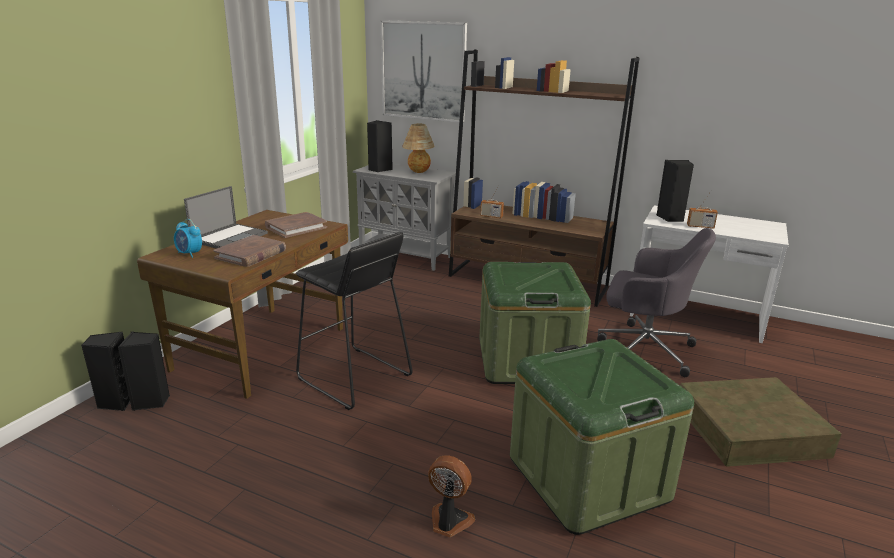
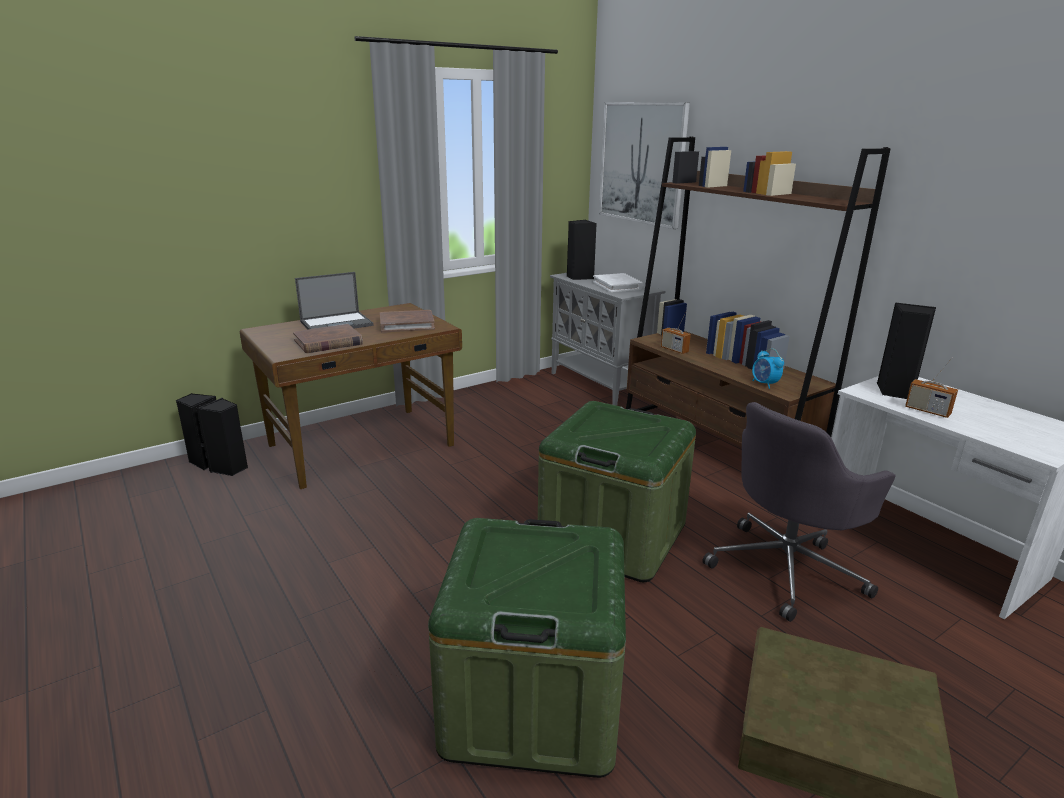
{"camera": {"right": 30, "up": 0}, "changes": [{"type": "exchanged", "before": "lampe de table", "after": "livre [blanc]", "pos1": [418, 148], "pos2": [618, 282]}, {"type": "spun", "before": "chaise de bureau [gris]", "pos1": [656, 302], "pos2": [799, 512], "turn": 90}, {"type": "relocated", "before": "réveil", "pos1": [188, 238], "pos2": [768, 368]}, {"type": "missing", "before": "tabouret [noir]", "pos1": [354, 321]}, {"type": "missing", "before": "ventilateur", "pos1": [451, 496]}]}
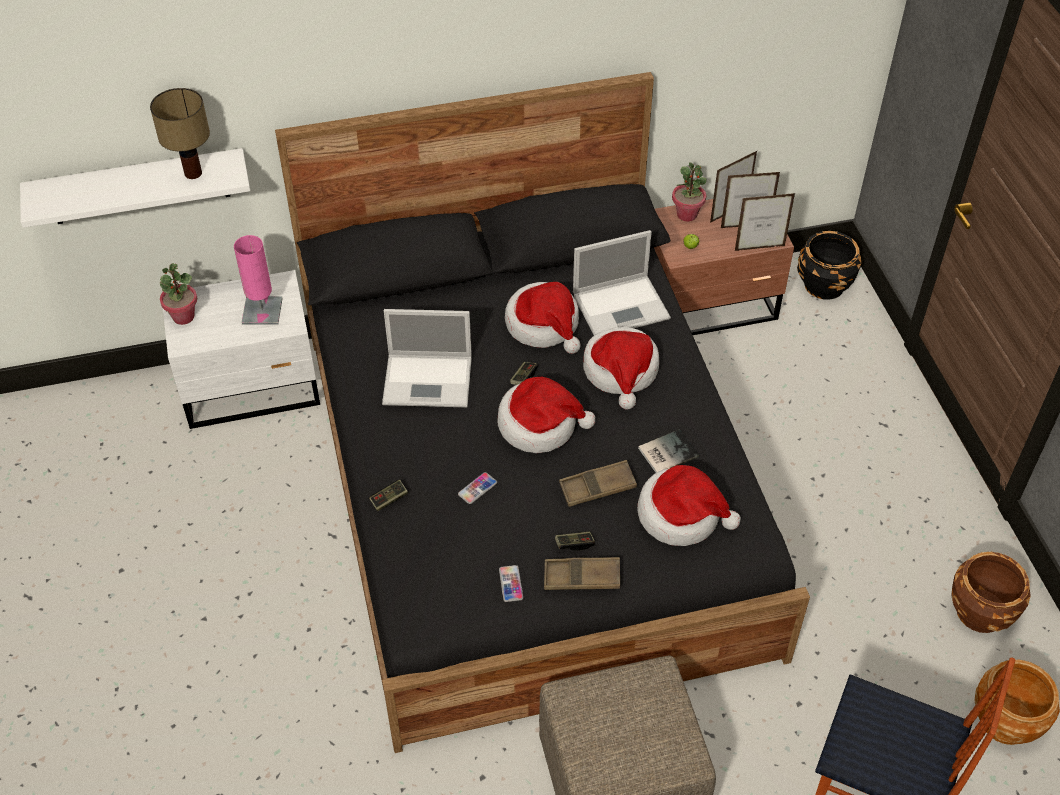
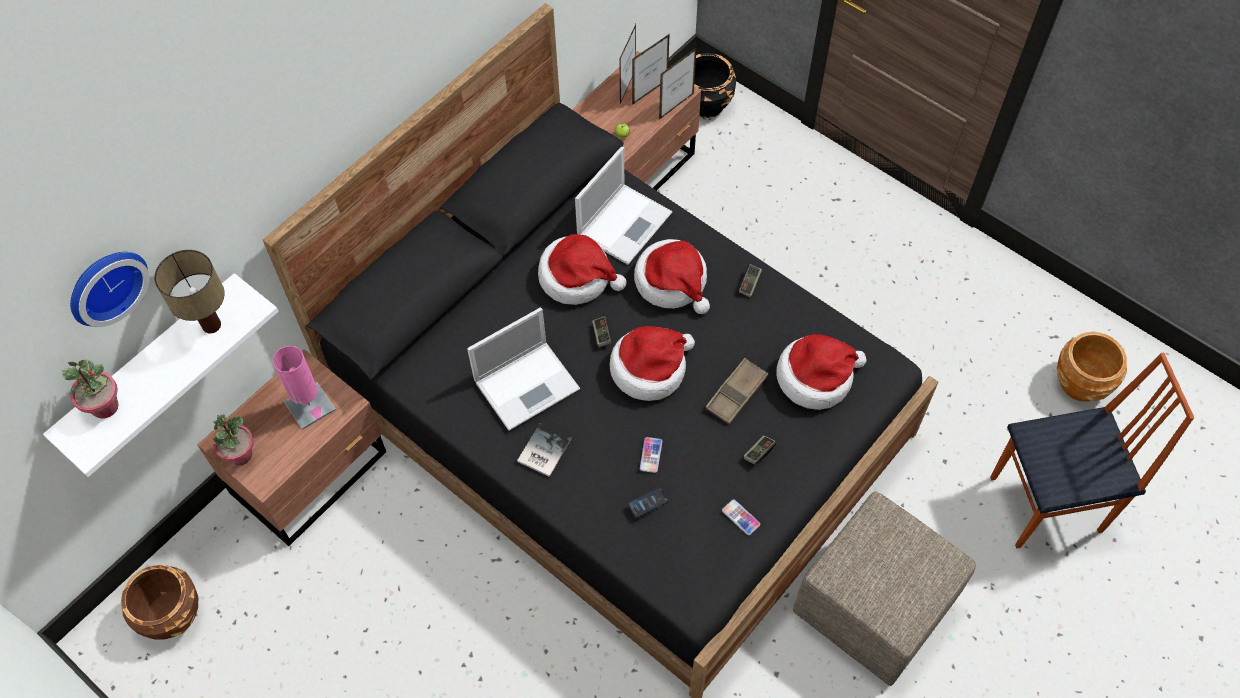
{"camera": {"right": -35, "up": 10}, "changes": [{"type": "relocated", "before": "plante en pot", "pos1": [689, 192], "pos2": [90, 389]}, {"type": "appeared", "after": "horloge murale", "pos2": [109, 289]}, {"type": "relocated", "before": "cache-pot [marron]", "pos1": [991, 592], "pos2": [159, 602]}, {"type": "colour", "before": "table de chevet [blanc]", "after": "table de chevet [marron]", "pos1": [240, 349], "pos2": [291, 447]}, {"type": "relocated", "before": "livre", "pos1": [668, 451], "pos2": [544, 450]}, {"type": "appeared", "after": "téléphone", "pos2": [648, 502]}, {"type": "relocated", "before": "manette", "pos1": [388, 495], "pos2": [750, 280]}, {"type": "missing", "before": "plateau [marron]", "pos1": [582, 573]}]}
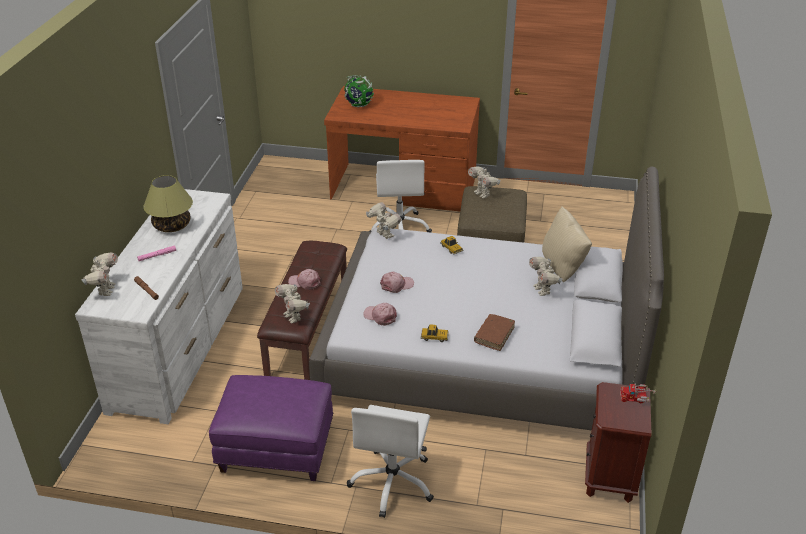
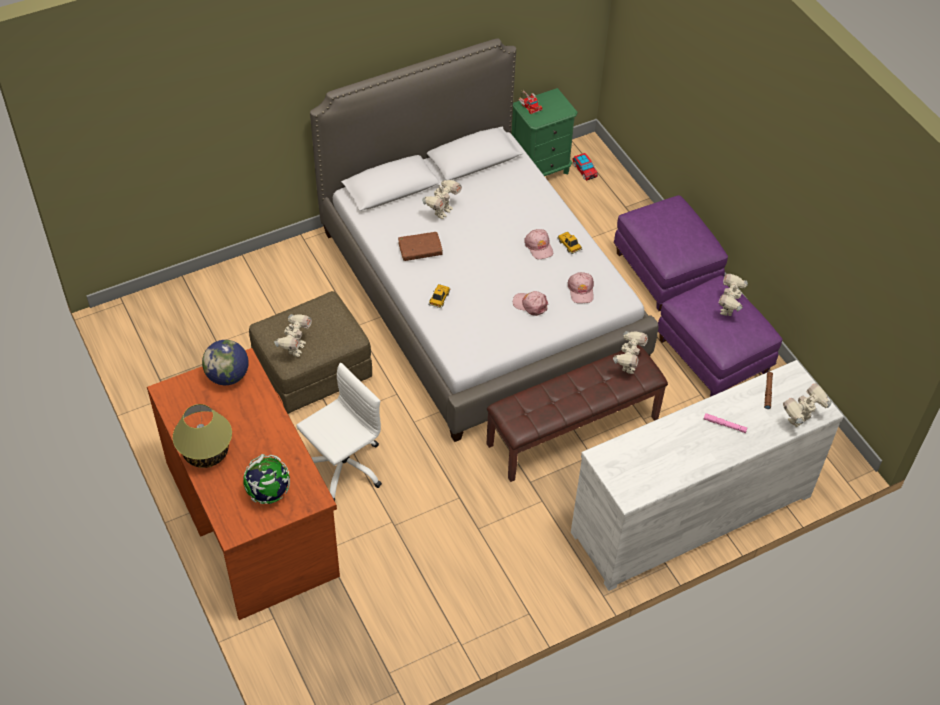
{"camera": {"right": -130, "up": 15}, "changes": [{"type": "relocated", "before": "lampe de table", "pos1": [168, 203], "pos2": [202, 436]}, {"type": "appeared", "after": "globe", "pos2": [225, 362]}, {"type": "relocated", "before": "livre [marron]", "pos1": [494, 332], "pos2": [420, 246]}, {"type": "colour", "before": "table de chevet [marron]", "after": "table de chevet [vert]", "pos1": [618, 442], "pos2": [544, 132]}, {"type": "relocated", "before": "casquette [rose]", "pos1": [304, 279], "pos2": [538, 244]}, {"type": "appeared", "after": "petite voiture", "pos2": [585, 167]}, {"type": "exchanged", "before": "chaise de bureau [blanc]", "after": "pouf [violet]", "pos1": [390, 461], "pos2": [671, 253]}, {"type": "relocated", "before": "robot jouet", "pos1": [384, 220], "pos2": [733, 295]}, {"type": "missing", "before": "coussin [beige]", "pos1": [567, 244]}]}
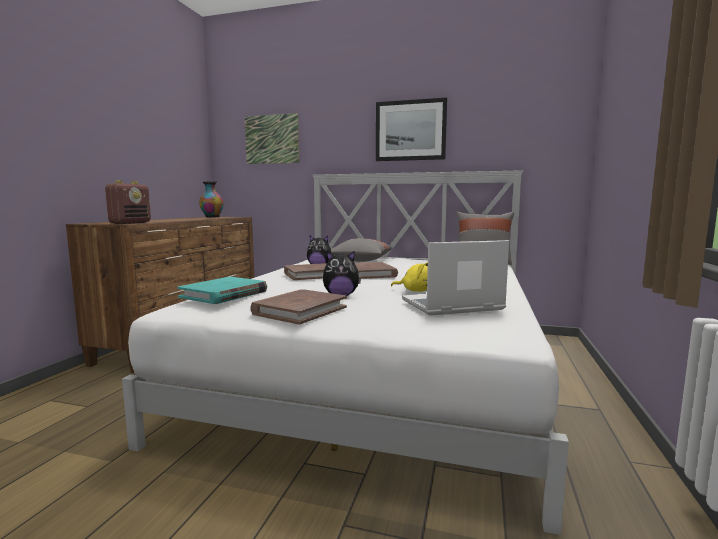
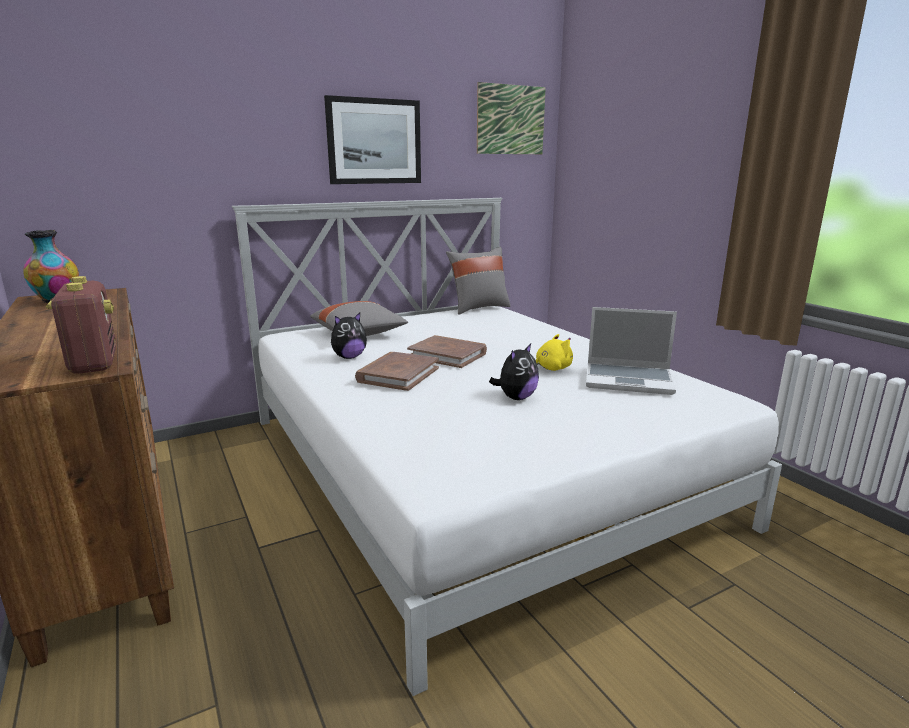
{"camera": {"right": -45, "up": 10}, "changes": [{"type": "relocated", "before": "tableau", "pos1": [272, 138], "pos2": [511, 118]}, {"type": "spun", "before": "ordinateur portable", "pos1": [455, 278], "pos2": [631, 351], "turn": -105}, {"type": "missing", "before": "livre [turquoise]", "pos1": [222, 290]}, {"type": "missing", "before": "livre [marron]", "pos1": [299, 307]}]}
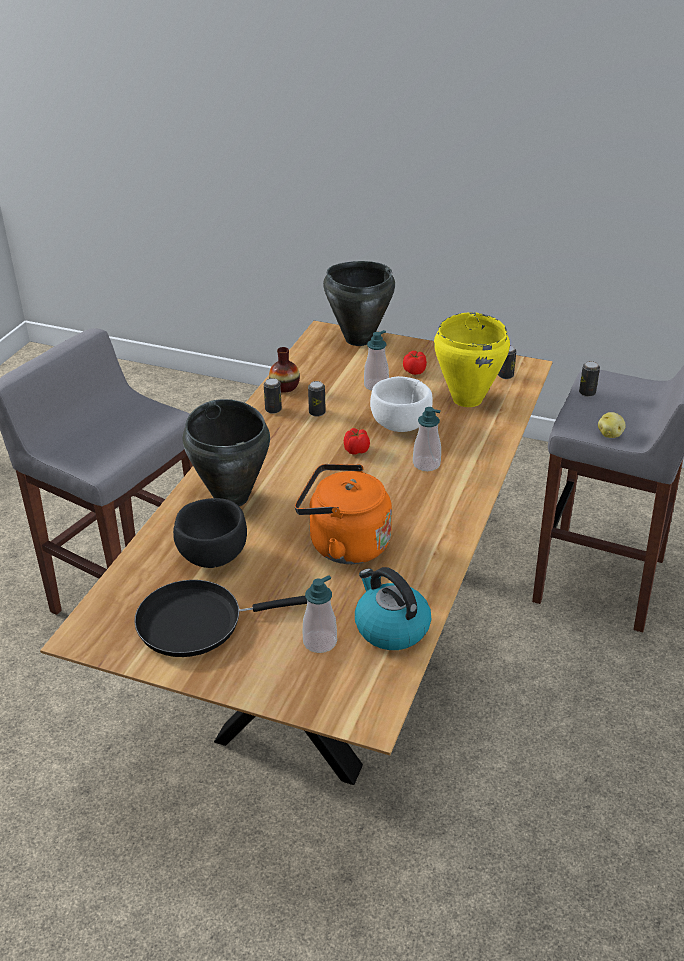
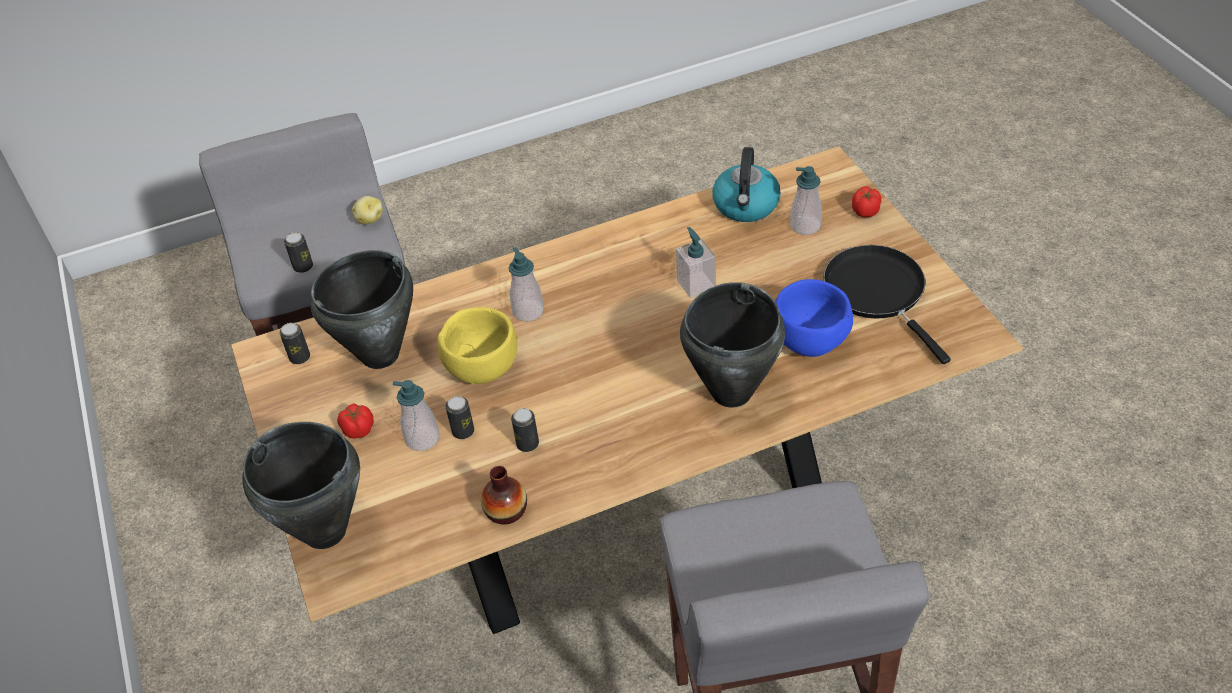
{"camera": {"right": -130, "up": 10}, "changes": [{"type": "colour", "before": "marmite [jaune]", "after": "marmite [noir]", "pos1": [472, 359], "pos2": [361, 309]}, {"type": "colour", "before": "bol [blanc]", "after": "bol [jaune]", "pos1": [401, 404], "pos2": [477, 345]}, {"type": "relocated", "before": "boîte métallique", "pos1": [273, 396], "pos2": [460, 417]}, {"type": "exchanged", "before": "bouilloire [orange]", "after": "distributeur de savon", "pos1": [343, 514], "pos2": [696, 262]}, {"type": "colour", "before": "bol [noir]", "after": "bol [bleu]", "pos1": [210, 533], "pos2": [814, 318]}, {"type": "spun", "before": "poêle [noir]", "pos1": [220, 618], "pos2": [887, 304], "turn": -150}, {"type": "relocated", "before": "tomate", "pos1": [357, 441], "pos2": [866, 201]}]}
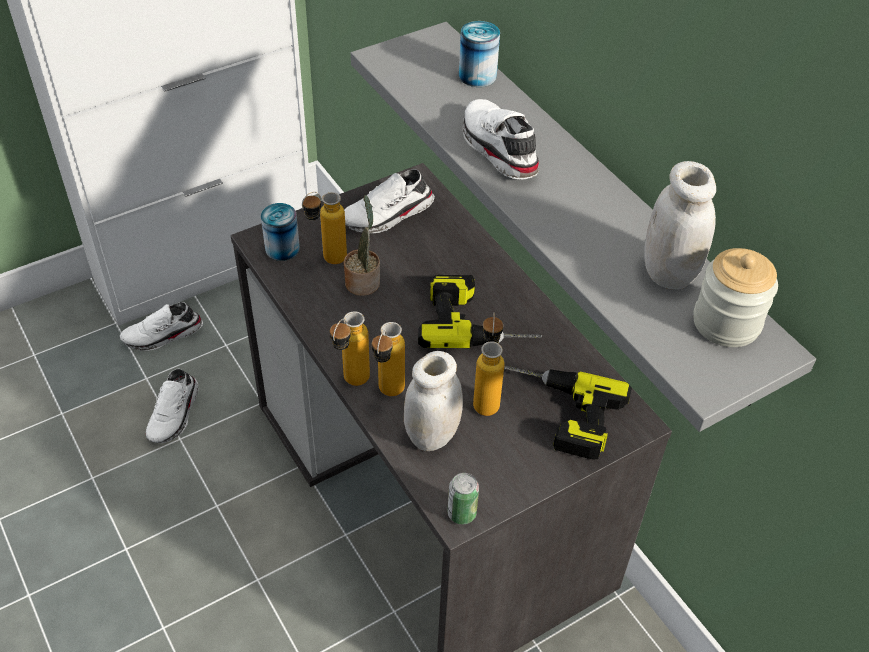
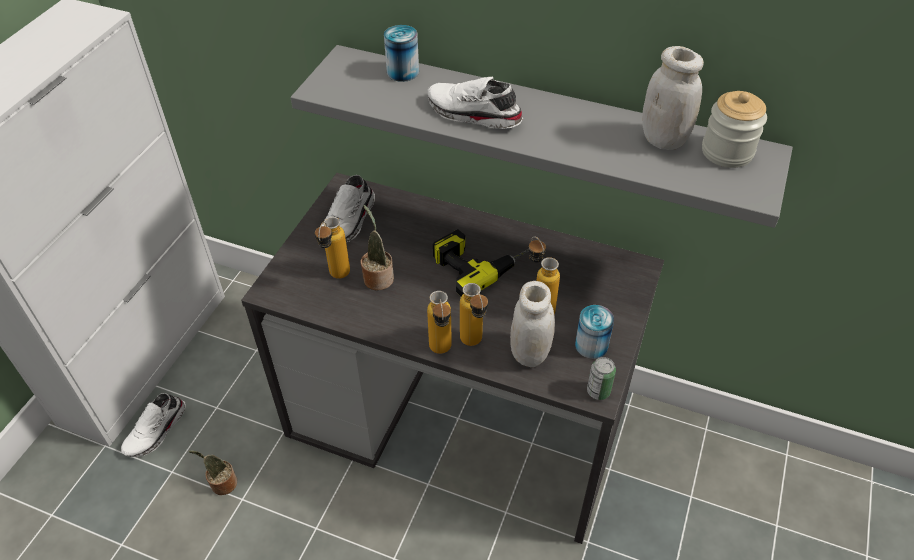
{"camera": {"right": -35, "up": 0}, "changes": [{"type": "exchanged", "before": "chaussure [blanc]", "after": "plante en pot", "pos1": [172, 406], "pos2": [213, 472]}, {"type": "relocated", "before": "boîte métallique", "pos1": [280, 232], "pos2": [594, 332]}, {"type": "missing", "before": "perceuse", "pos1": [568, 412]}]}
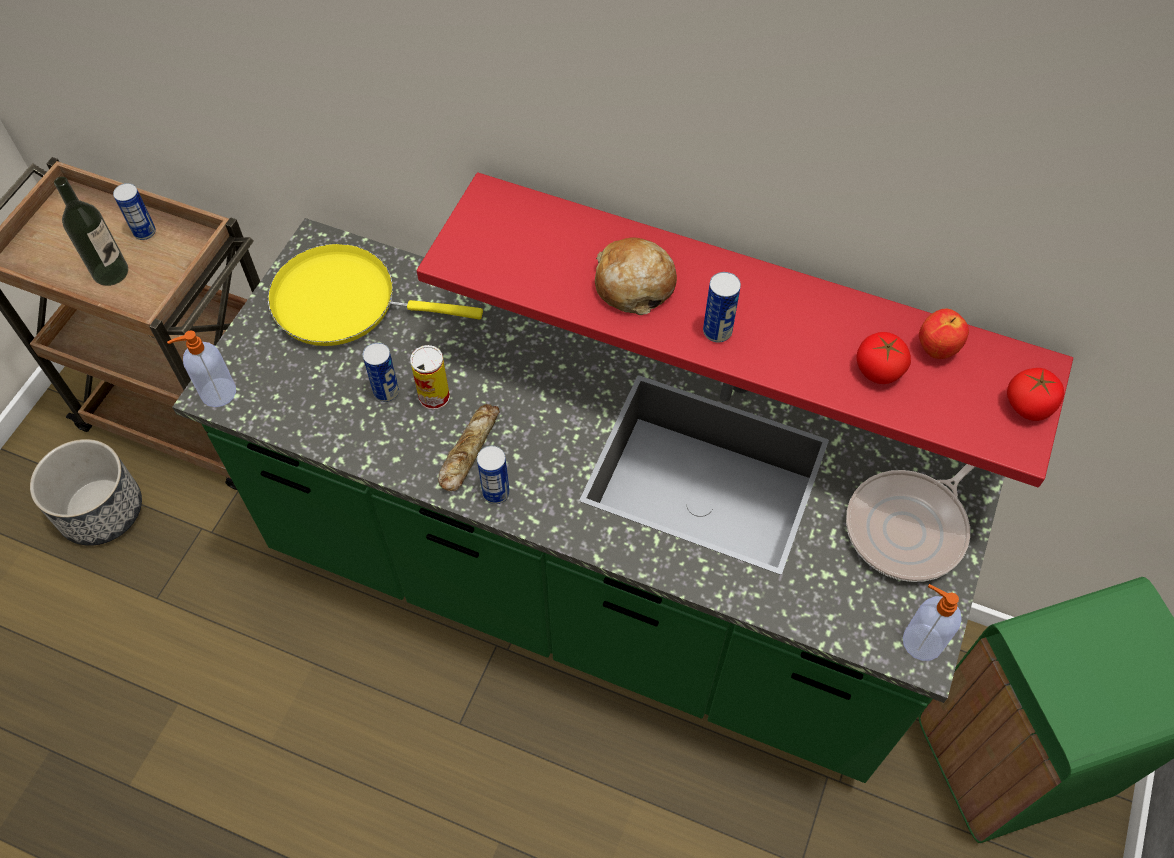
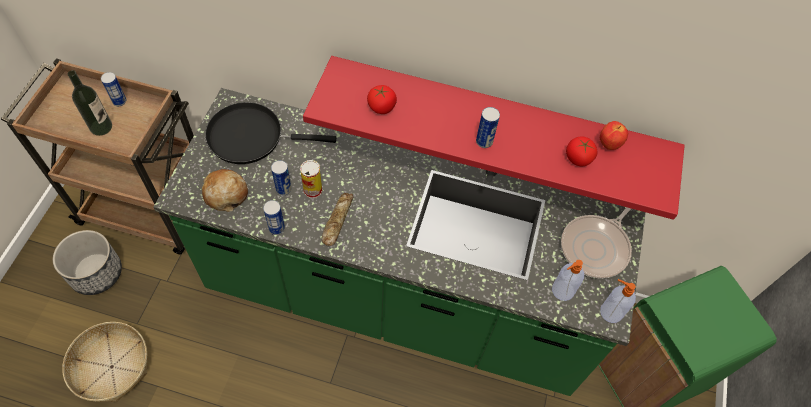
{"camera": {"right": -10, "up": 0}, "changes": [{"type": "appeared", "after": "panier", "pos2": [105, 362]}, {"type": "relocated", "before": "pain", "pos1": [636, 276], "pos2": [225, 190]}, {"type": "colour", "before": "poêle [jaune]", "after": "poêle [noir]", "pos1": [375, 294], "pos2": [270, 133]}, {"type": "relocated", "before": "boîte métallique", "pos1": [493, 475], "pos2": [274, 217]}, {"type": "relocated", "before": "tomate", "pos1": [1035, 394], "pos2": [382, 99]}, {"type": "relocated", "before": "distributeur de savon", "pos1": [201, 369], "pos2": [568, 280]}]}
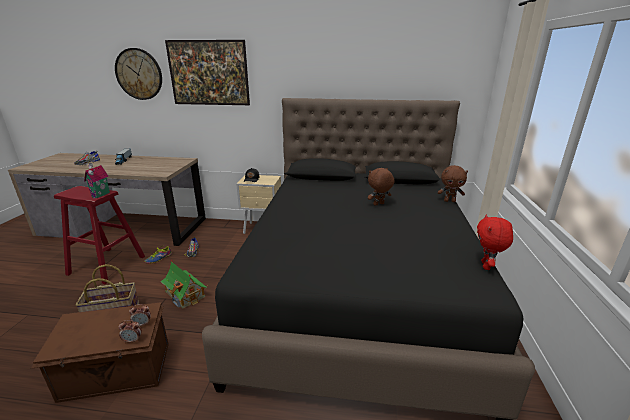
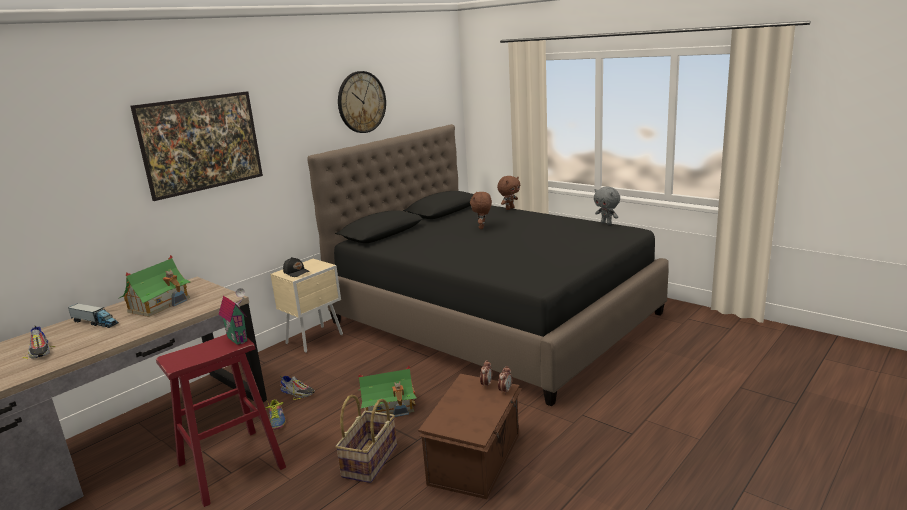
{"camera": {"right": -55, "up": -5}, "changes": [{"type": "appeared", "after": "maison miniature", "pos2": [154, 286]}, {"type": "relocated", "before": "horloge murale", "pos1": [138, 74], "pos2": [362, 102]}, {"type": "colour", "before": "peluche [rouge]", "after": "peluche [gris]", "pos1": [495, 242], "pos2": [607, 206]}]}
